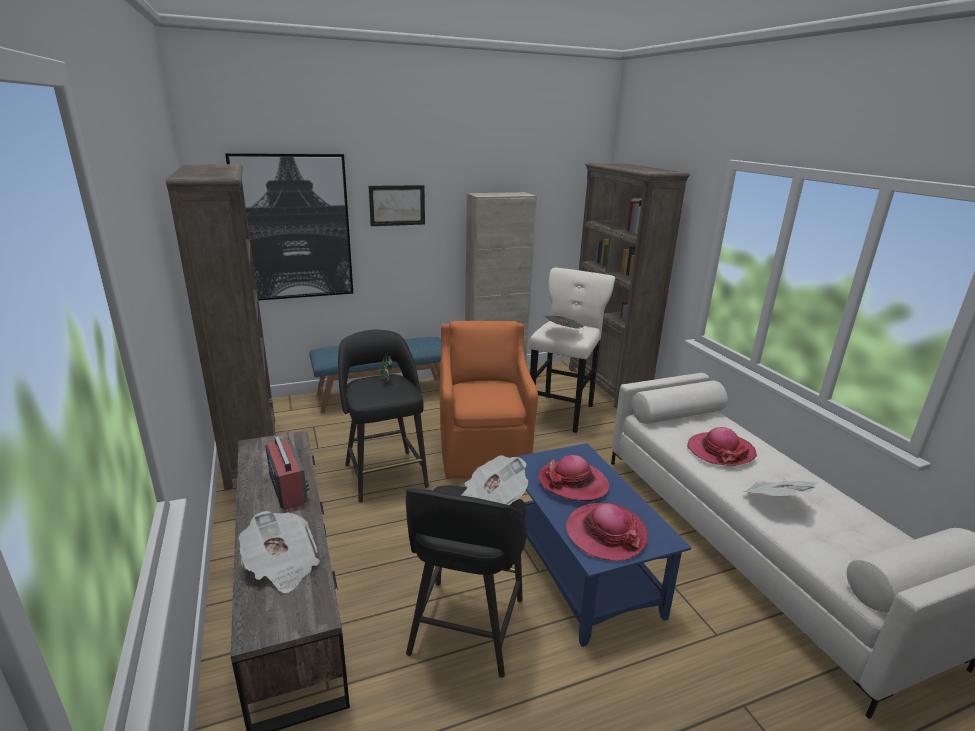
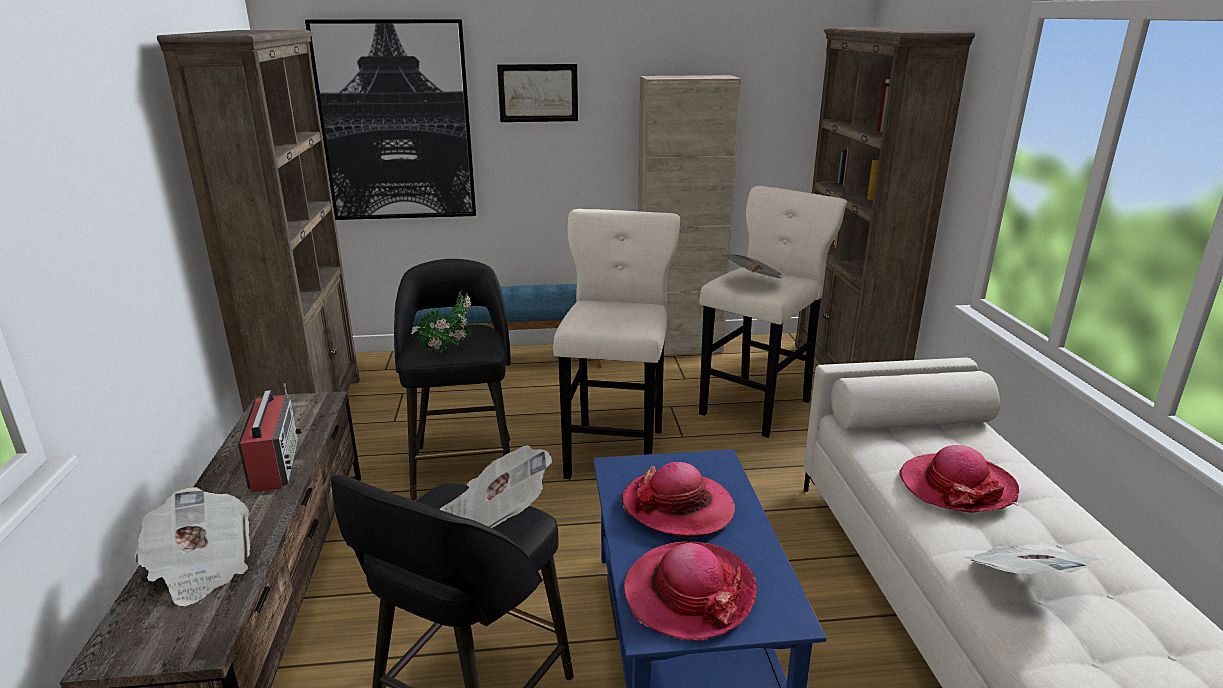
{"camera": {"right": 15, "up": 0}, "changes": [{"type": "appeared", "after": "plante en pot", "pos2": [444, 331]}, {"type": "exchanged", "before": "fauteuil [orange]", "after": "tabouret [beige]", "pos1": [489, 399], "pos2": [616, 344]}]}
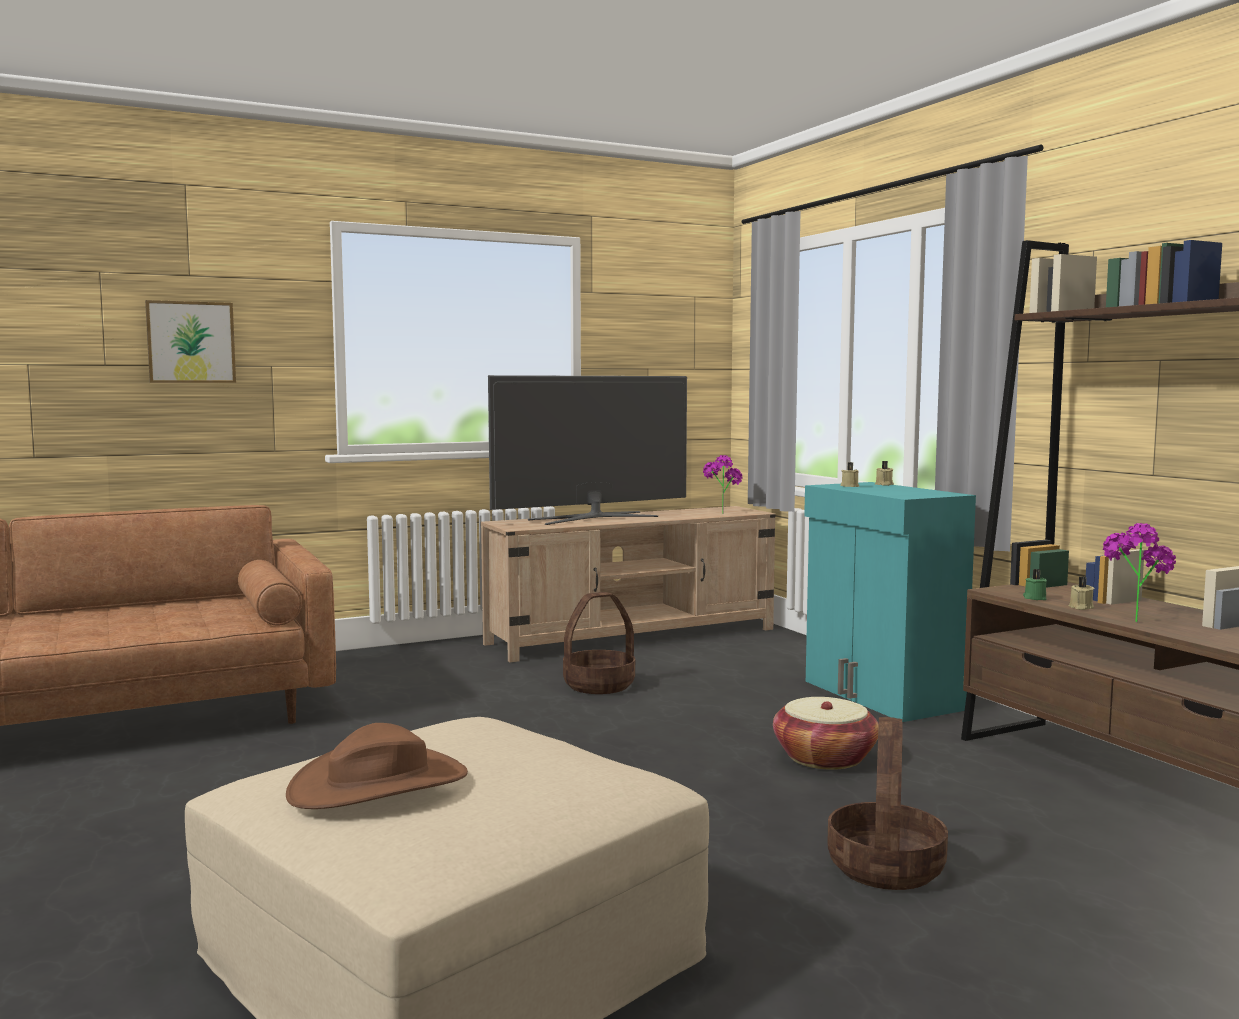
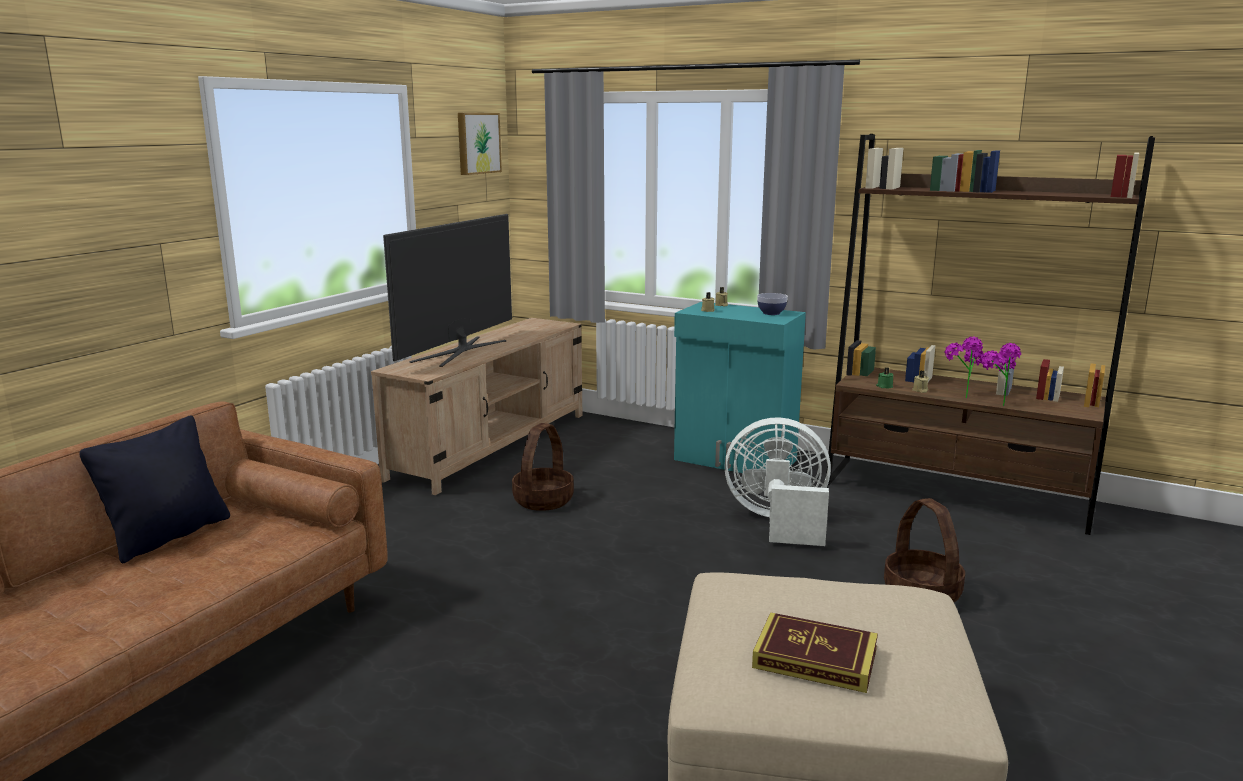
{"camera": {"right": -35, "up": 10}, "changes": [{"type": "appeared", "after": "coussin [noir]", "pos2": [154, 489]}, {"type": "relocated", "before": "tableau", "pos1": [190, 341], "pos2": [480, 144]}, {"type": "exchanged", "before": "panier", "after": "ventilateur [blanc]", "pos1": [826, 733], "pos2": [777, 481]}, {"type": "exchanged", "before": "chapeau [marron]", "after": "livre", "pos1": [377, 766], "pos2": [815, 652]}, {"type": "appeared", "after": "bol", "pos2": [772, 304]}, {"type": "relocated", "before": "plante en pot", "pos1": [723, 484], "pos2": [1001, 374]}]}
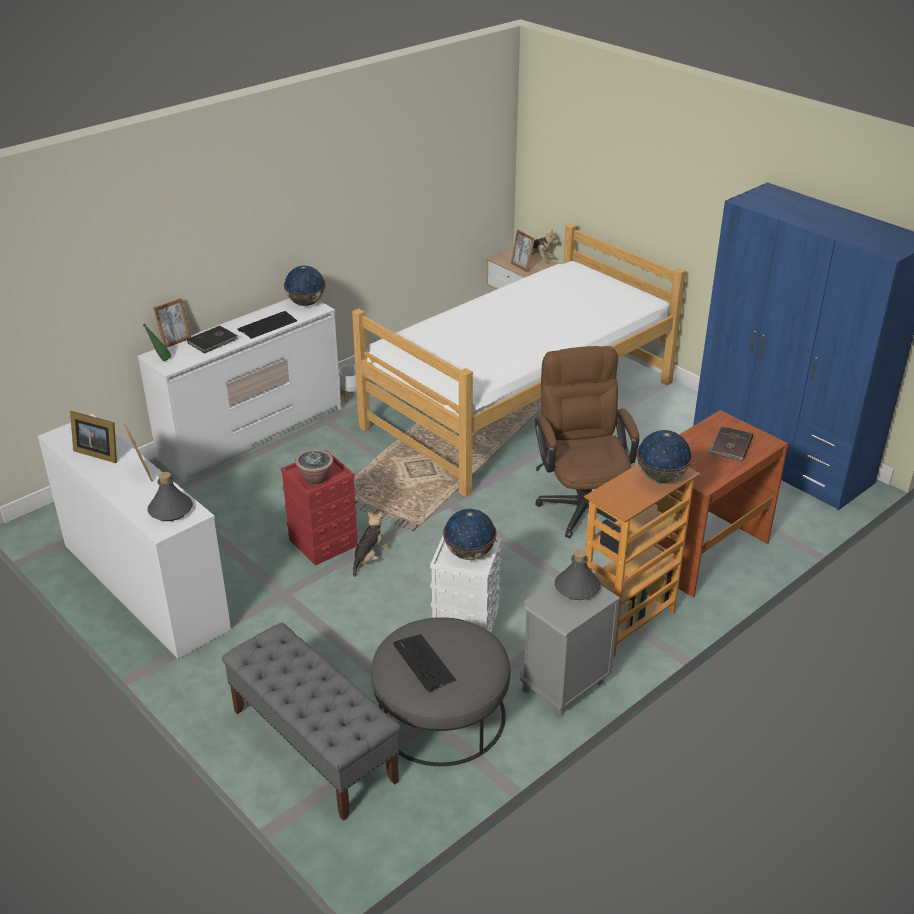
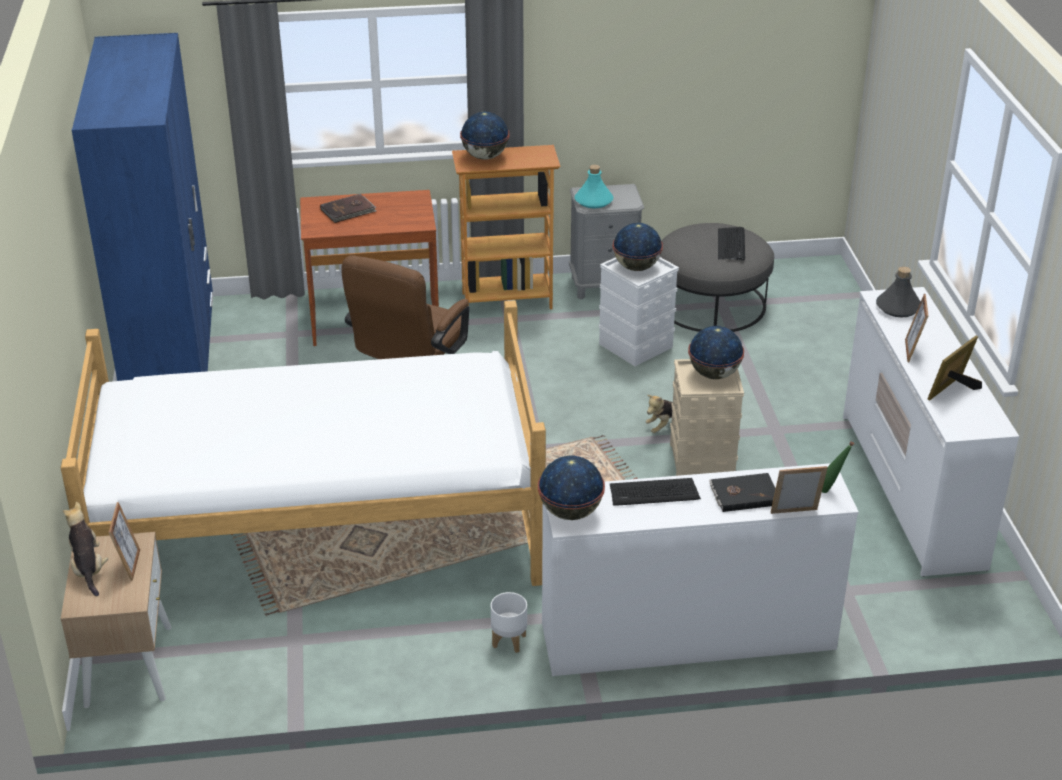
{"camera": {"right": -145, "up": 0}, "changes": [{"type": "colour", "before": "bouteille [gris]", "after": "bouteille [turquoise]", "pos1": [578, 574], "pos2": [594, 186]}, {"type": "colour", "before": "boîte de rangement [rouge]", "after": "boîte de rangement [beige]", "pos1": [319, 508], "pos2": [707, 417]}, {"type": "exchanged", "before": "plante en pot", "after": "globe", "pos1": [314, 467], "pos2": [716, 352]}, {"type": "spun", "before": "cadre photo", "pos1": [93, 437], "pos2": [955, 368], "turn": -105}, {"type": "missing", "before": "banc [gris]", "pos1": [311, 721]}]}
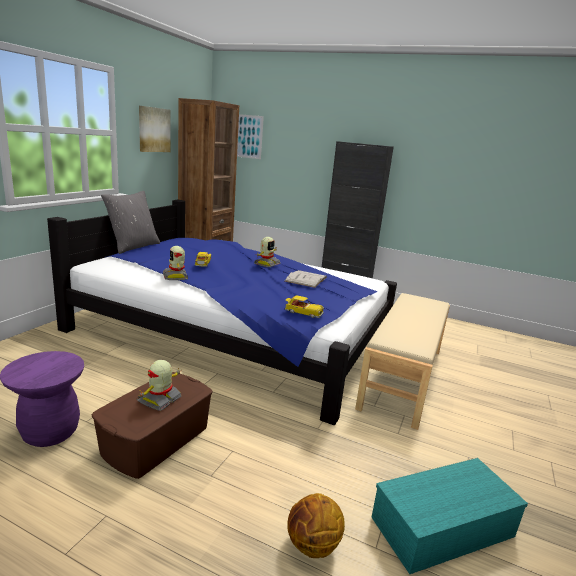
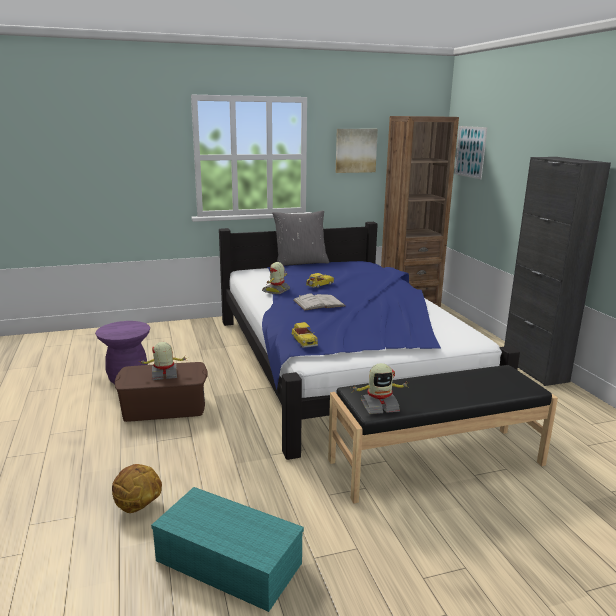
{"camera": {"right": 50, "up": 0}, "changes": [{"type": "relocated", "before": "livre [blanc]", "pos1": [306, 279], "pos2": [319, 302]}, {"type": "colour", "before": "banc [beige]", "after": "banc [noir]", "pos1": [402, 361], "pos2": [443, 434]}, {"type": "relocated", "before": "robot jouet", "pos1": [267, 252], "pos2": [379, 388]}]}
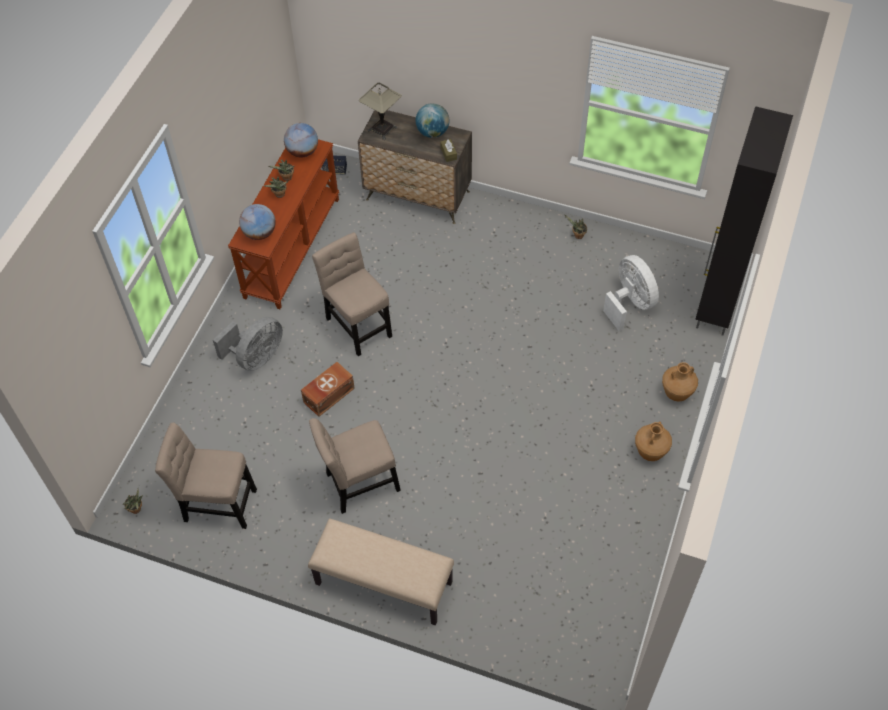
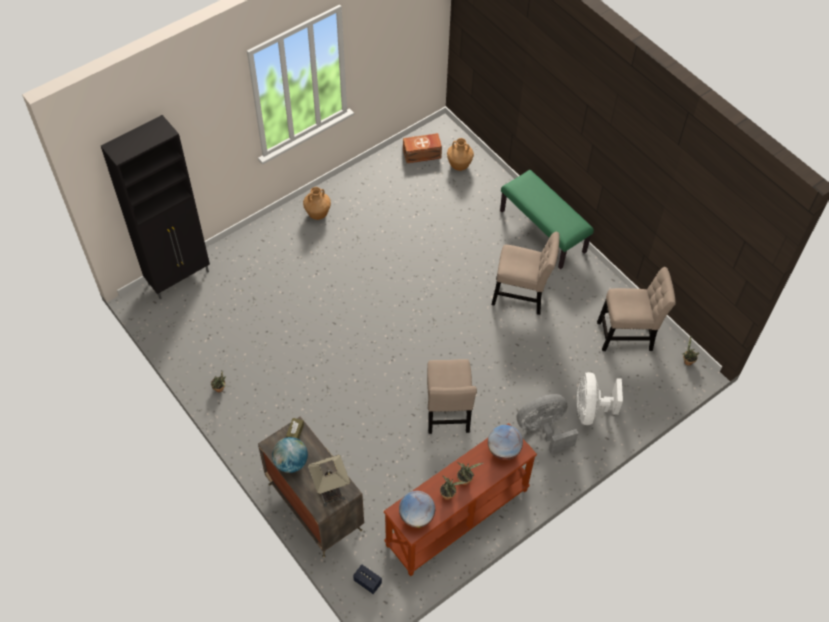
{"camera": {"right": -150, "up": 0}, "changes": [{"type": "relocated", "before": "boîte de rangement [marron]", "pos1": [328, 389], "pos2": [422, 148]}, {"type": "relocated", "before": "vase [marron]", "pos1": [680, 382], "pos2": [460, 154]}, {"type": "colour", "before": "banc [beige]", "after": "banc [vert]", "pos1": [381, 572], "pos2": [547, 219]}, {"type": "relocated", "before": "ventilateur [blanc]", "pos1": [631, 293], "pos2": [599, 398]}, {"type": "spun", "before": "chaise [beige]", "pos1": [206, 475], "pos2": [636, 309], "turn": -45}]}
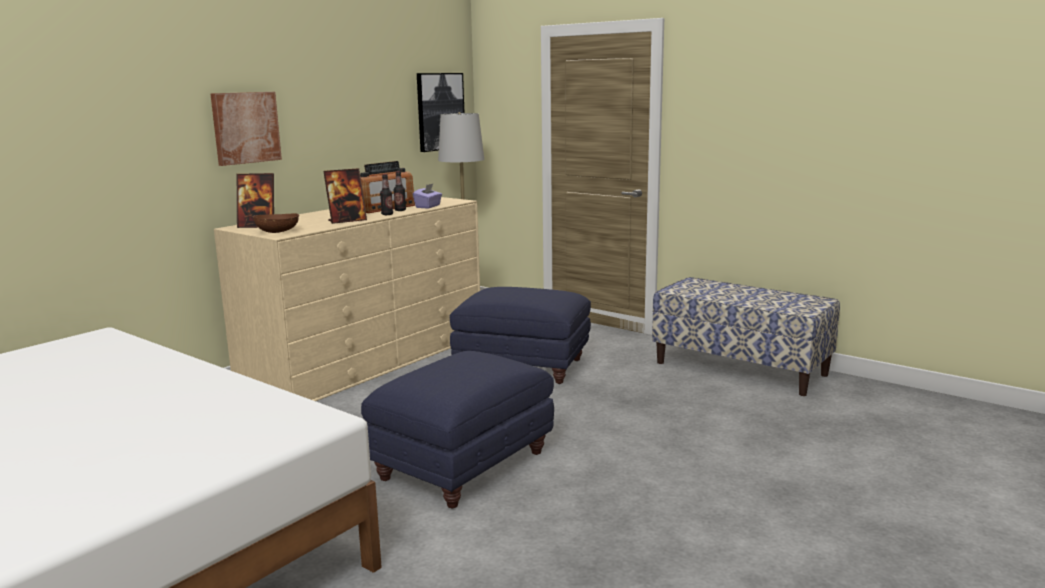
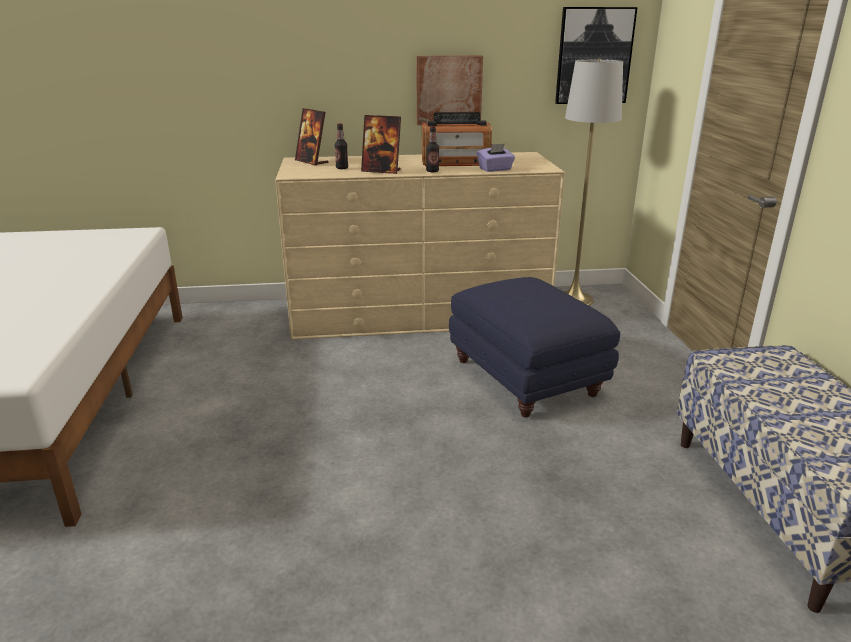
{"camera": {"right": 45, "up": 10}, "changes": [{"type": "relocated", "before": "bouteille", "pos1": [400, 191], "pos2": [341, 146]}, {"type": "relocated", "before": "tableau", "pos1": [246, 129], "pos2": [449, 90]}, {"type": "missing", "before": "bol [marron]", "pos1": [276, 223]}, {"type": "missing", "before": "pouf [bleu]", "pos1": [457, 429]}]}
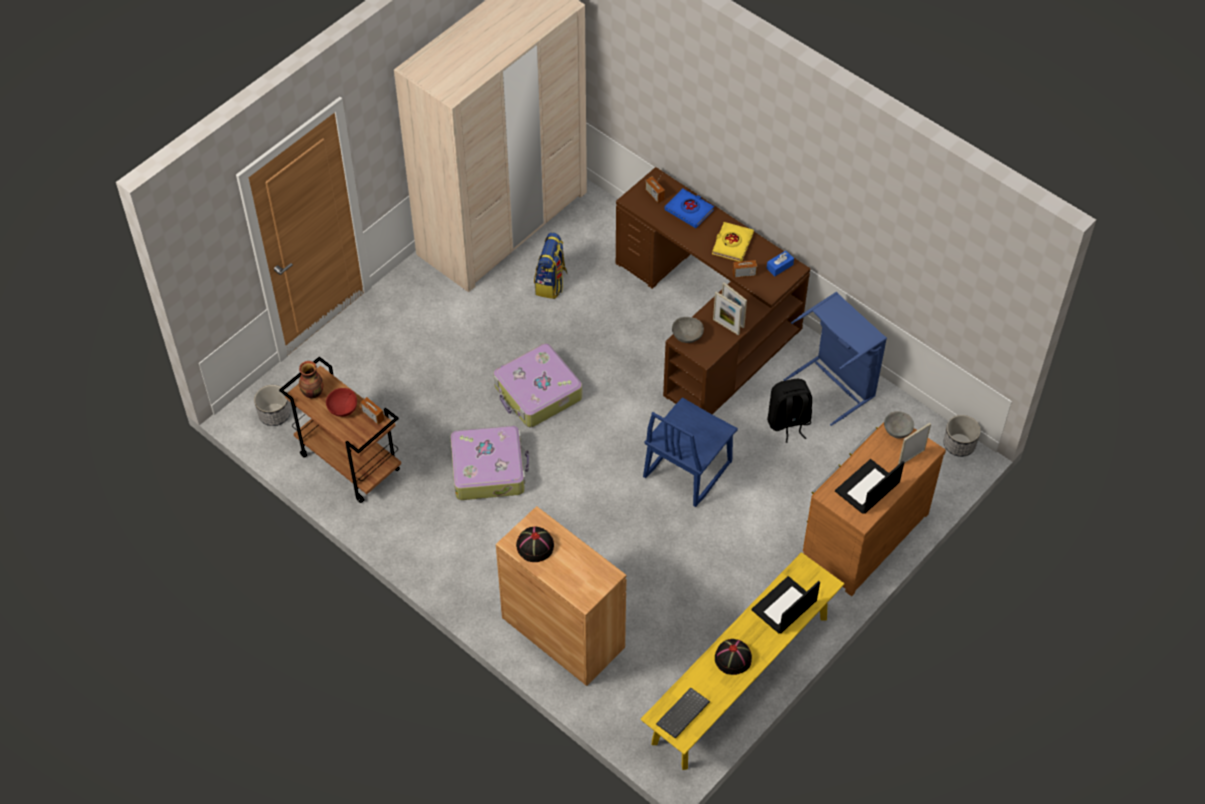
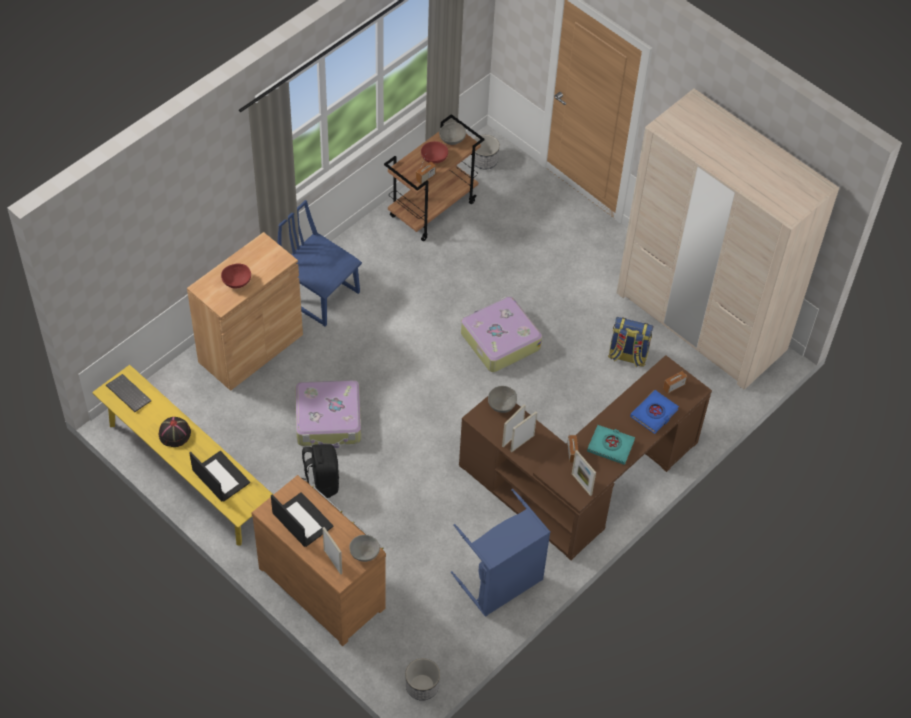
{"camera": {"right": 90, "up": 0}, "changes": [{"type": "appeared", "after": "bol [rouge]", "pos2": [236, 276]}, {"type": "relocated", "before": "chaise [bleu]", "pos1": [690, 452], "pos2": [319, 263]}, {"type": "relocated", "before": "valise", "pos1": [489, 463], "pos2": [328, 414]}, {"type": "relocated", "before": "sac à dos [noir]", "pos1": [789, 411], "pos2": [320, 471]}, {"type": "exchanged", "before": "vase", "after": "bol [gris]", "pos1": [311, 379], "pos2": [452, 133]}, {"type": "exchanged", "before": "boîte à mouchoirs [bleu]", "after": "cadre photo", "pos1": [780, 263], "pos2": [584, 473]}, {"type": "colour", "before": "livre [jaune]", "after": "livre [turquoise]", "pos1": [733, 241], "pos2": [611, 445]}, {"type": "missing", "before": "chapeau [noir]", "pos1": [535, 544]}]}
